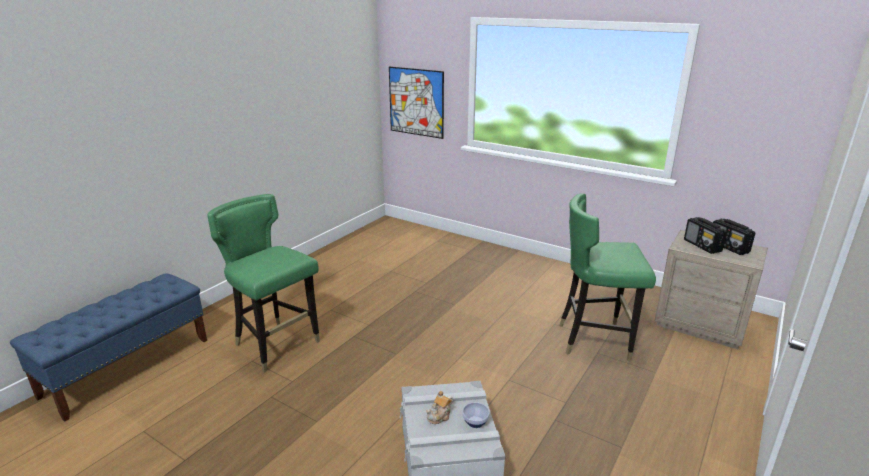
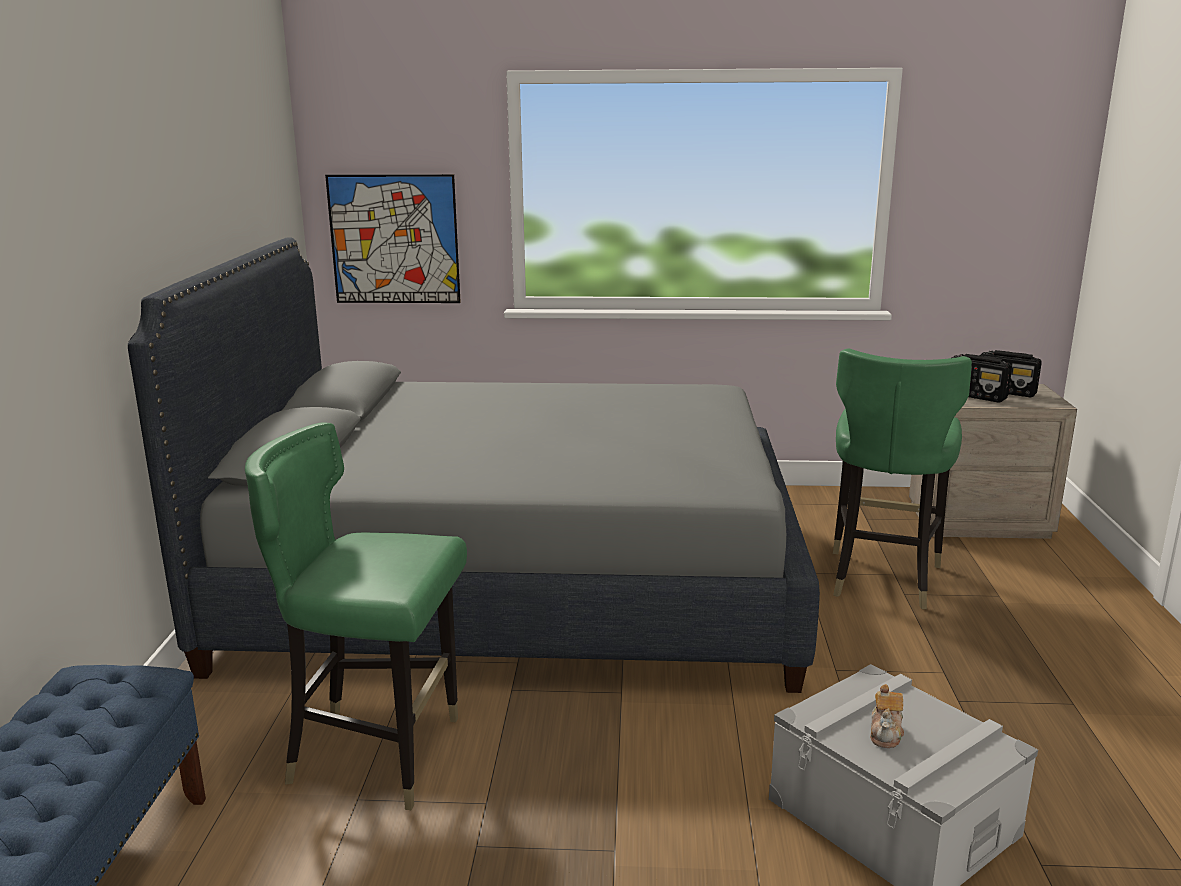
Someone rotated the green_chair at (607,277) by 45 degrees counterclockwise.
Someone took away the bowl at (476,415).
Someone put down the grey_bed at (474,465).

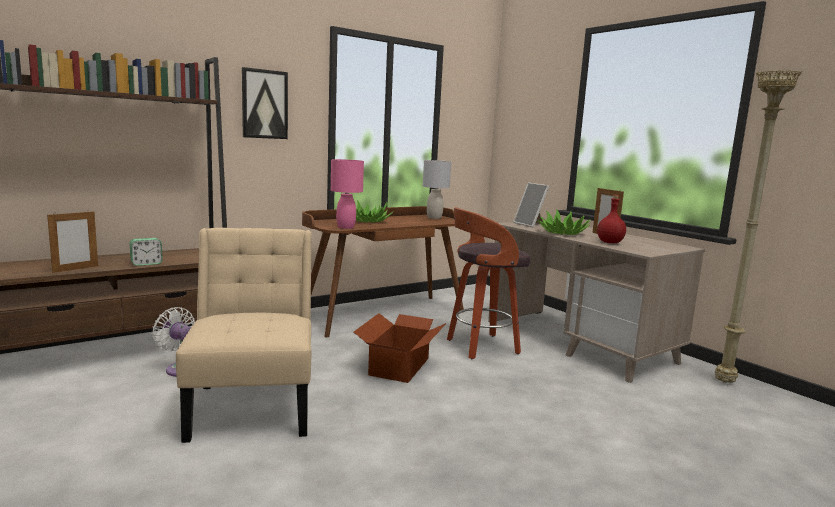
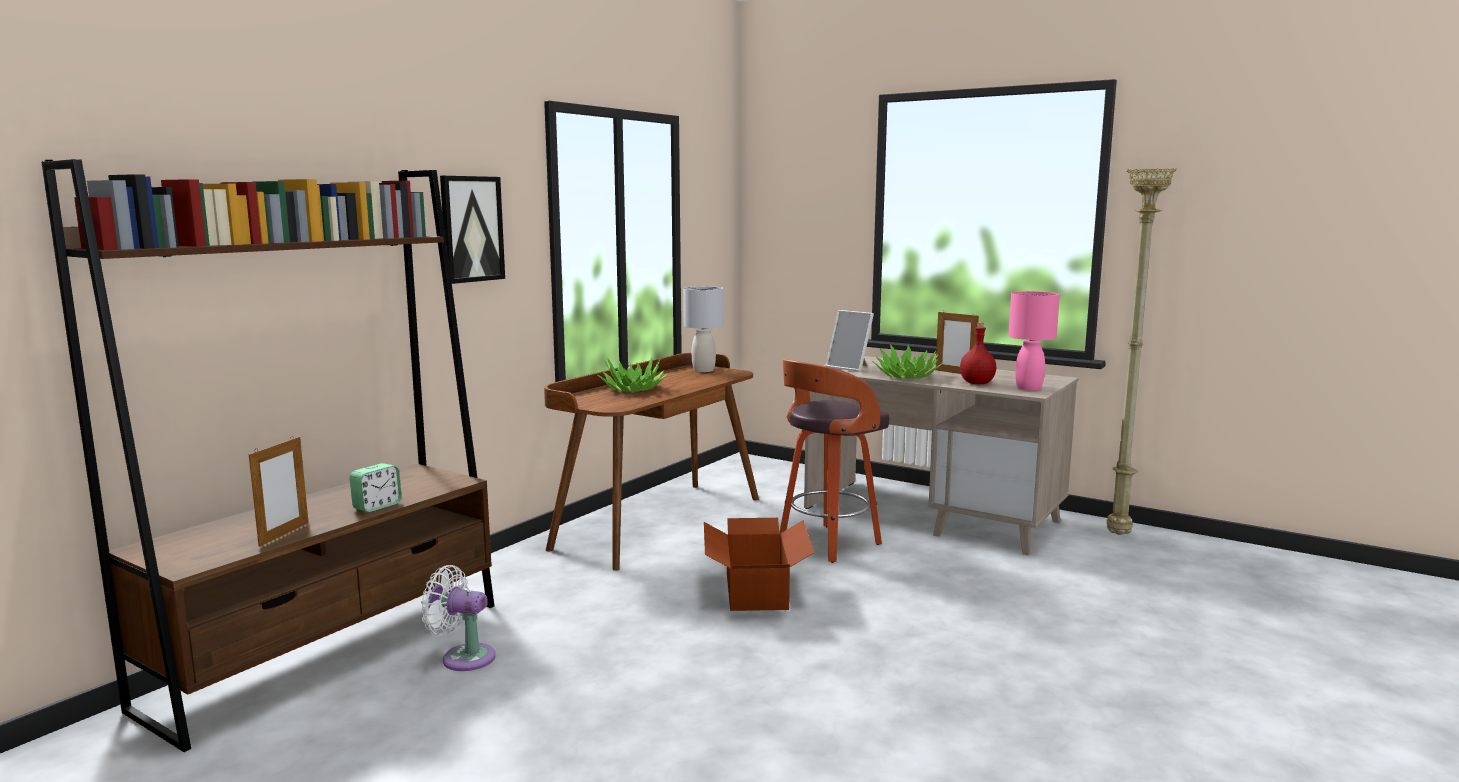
Someone carried the pink_table_lamp from (347,194) to (1034,341).
Someone took away the beige_chair at (243,335).

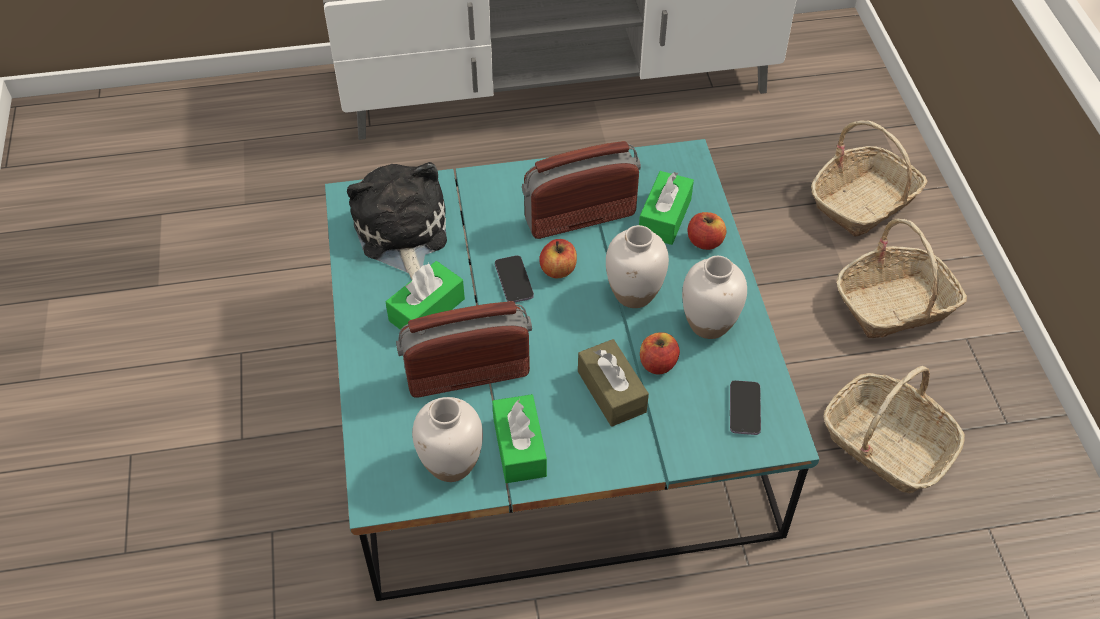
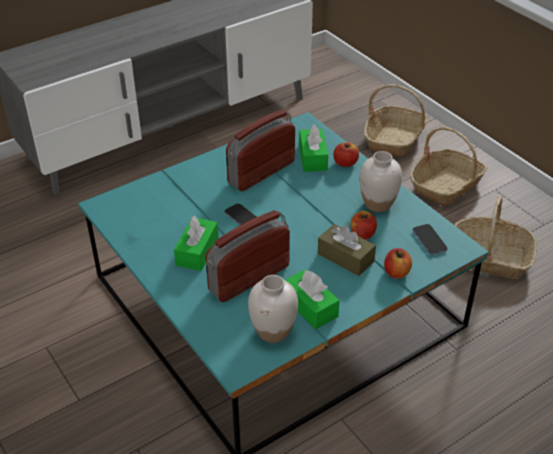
Someone took away the plush_toy at (397,221).
Someone took away the white_vase at (637,266).
Someone carried the apple from (558,258) to (398,263).

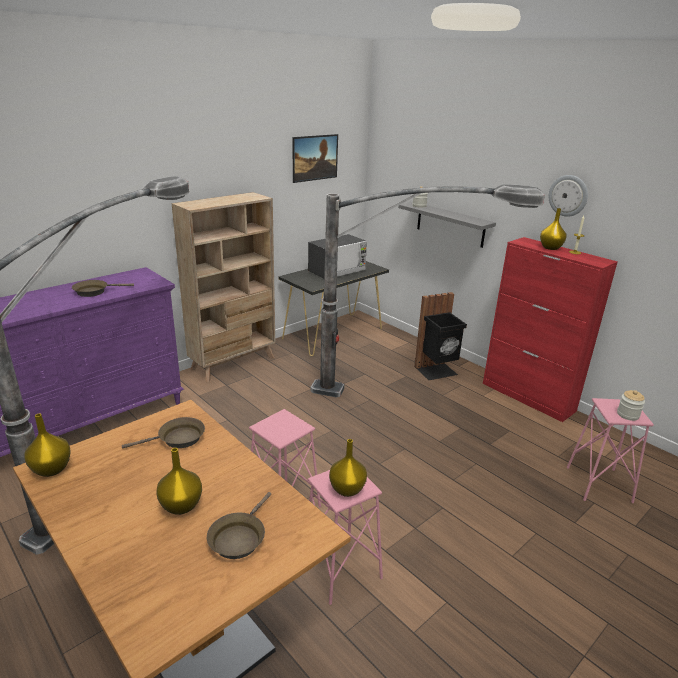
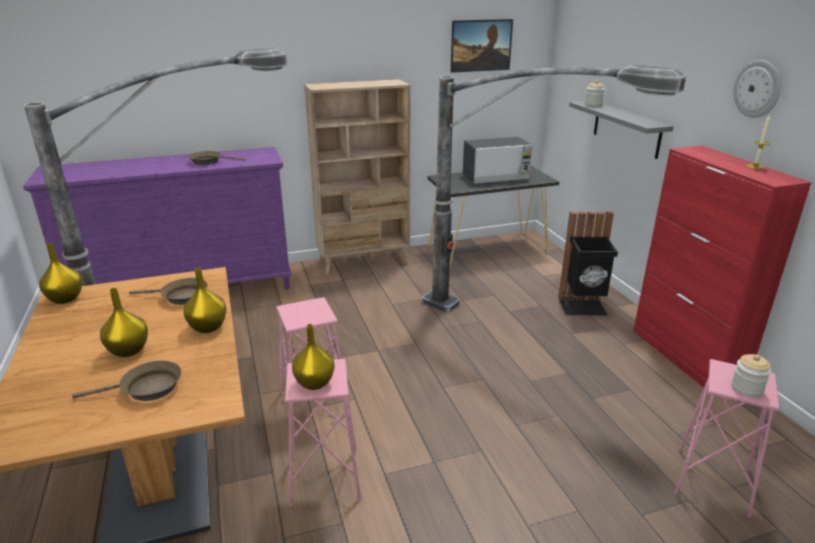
Someone carried the yellow_vase from (553,229) to (205,300).
Someone rotated the brown_frying_pan at (239,525) by 150 degrees counterclockwise.

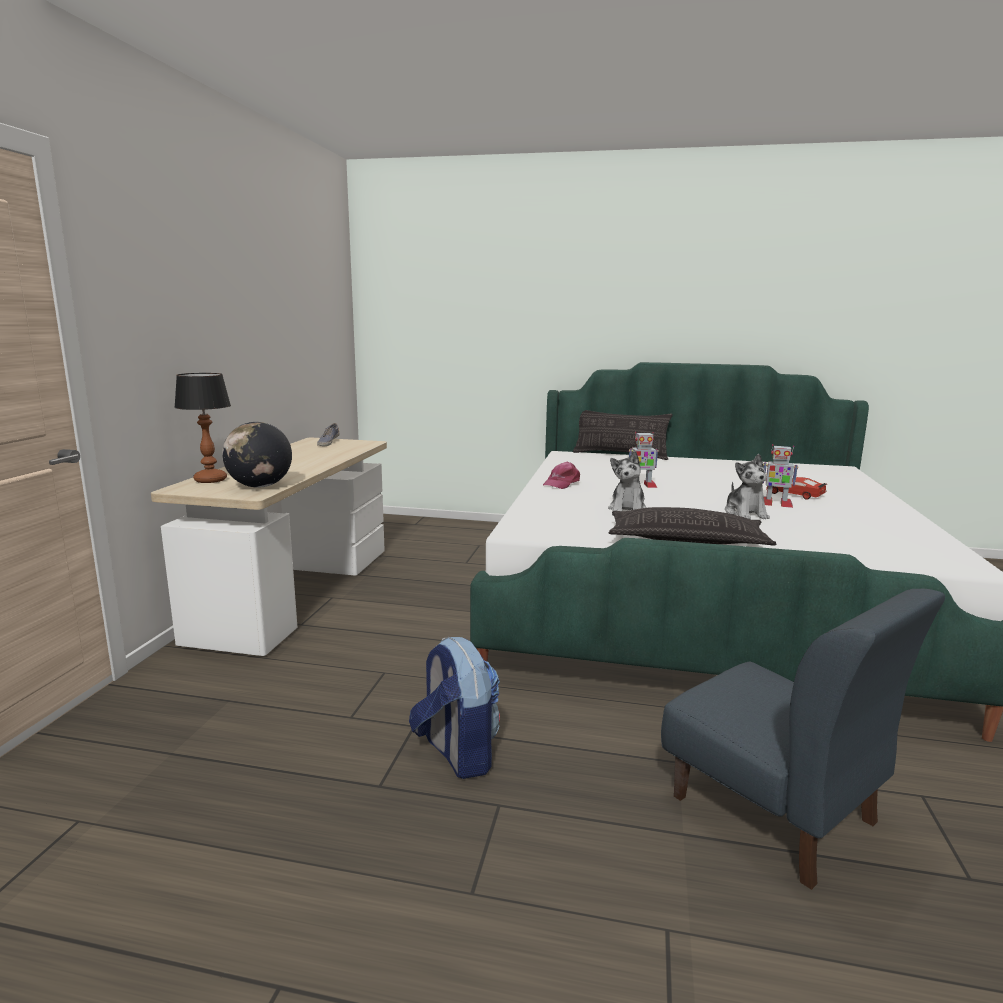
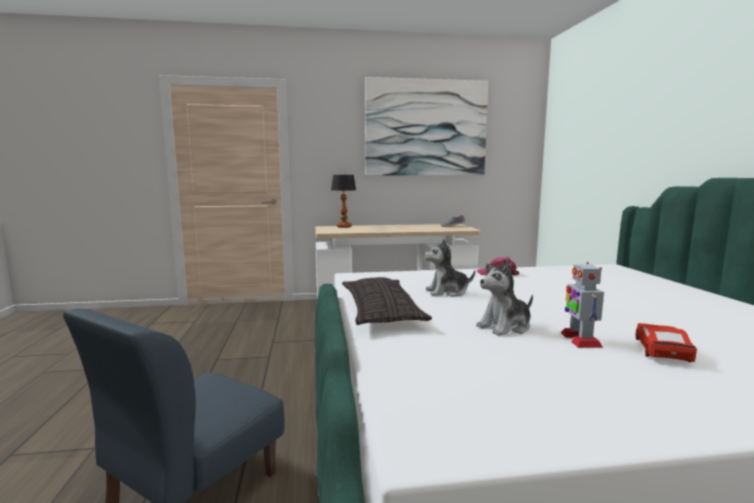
Someone took away the pillow at (623,435).
Someone took away the globe at (257,455).
Someone took away the toy_robot at (644,460).
Someone took away the backpack at (454,708).
Someone put up the picture at (426,126).

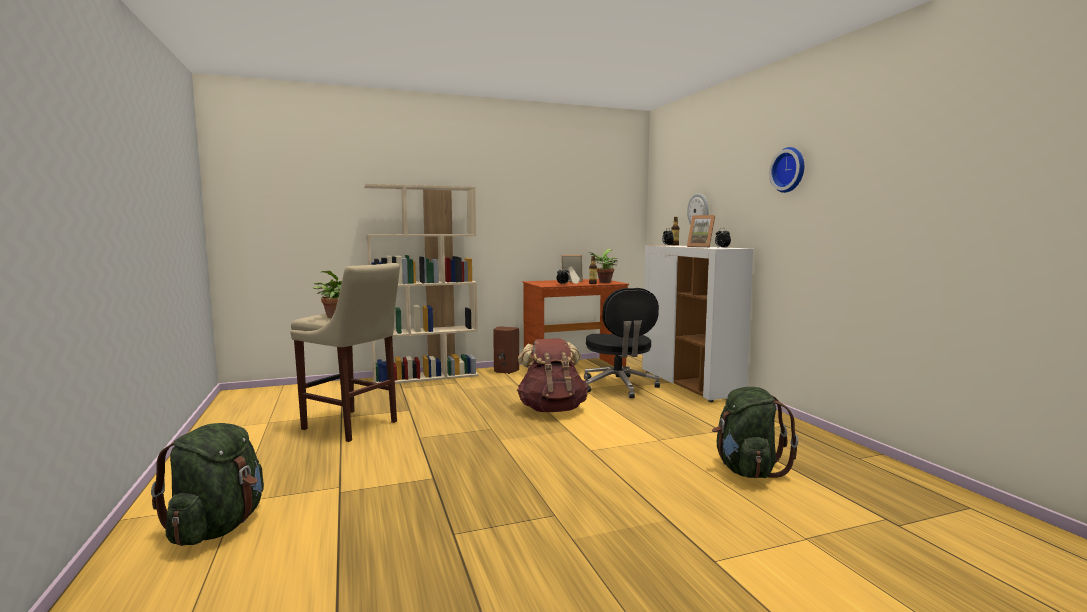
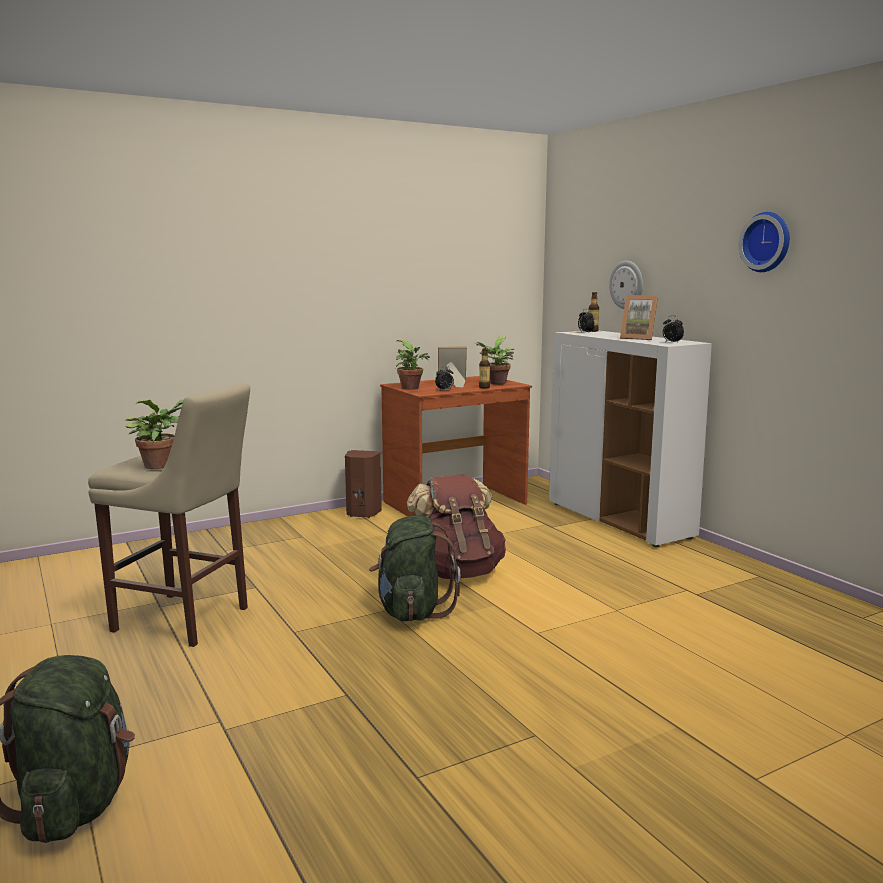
Someone took away the beige_bookcase at (421,284).
Someone took away the black_office_chair at (622,343).
Someone carried the green_backpack from (755,432) to (415,568).
Someone put down the potted_plant at (412,365).

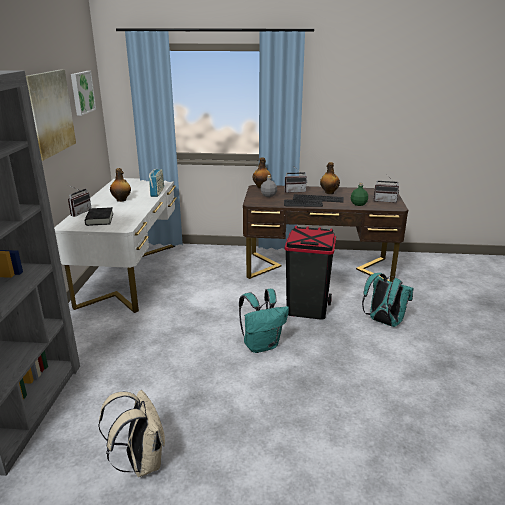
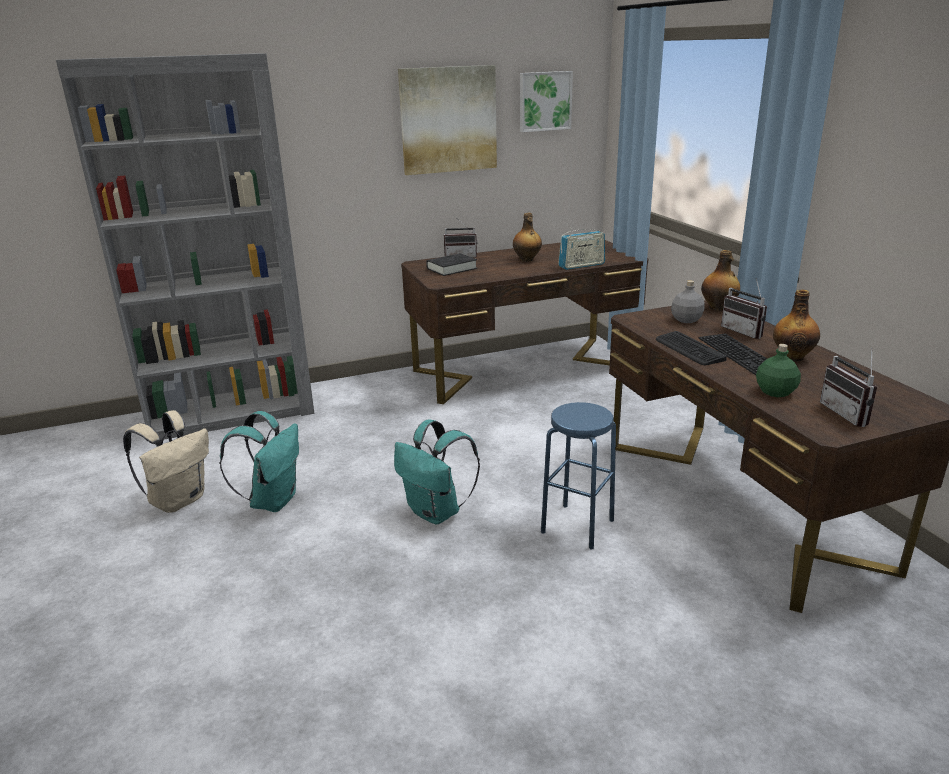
Someone repainted the white_desk at (115,245), which became the brown_desk at (524,322).
Someone swapped the black_trash_can at (310,273) for the blue_stool at (578,476).
Someone carried the turquoise_backpack from (388,300) to (259,461).

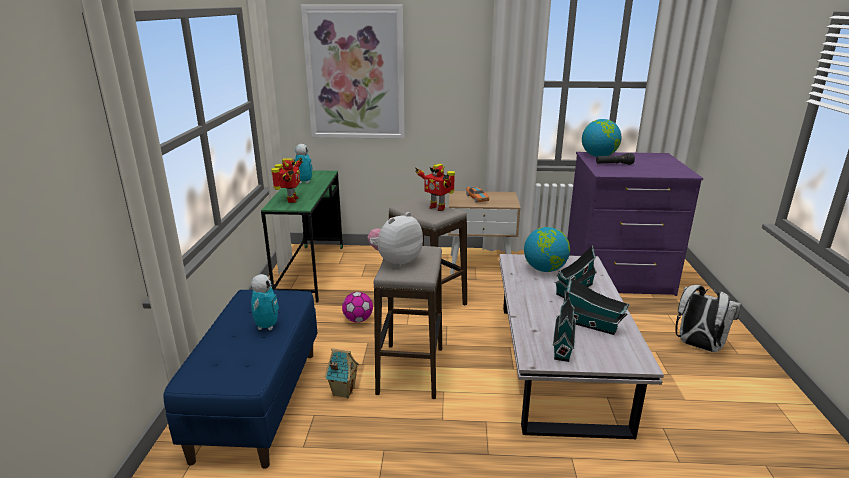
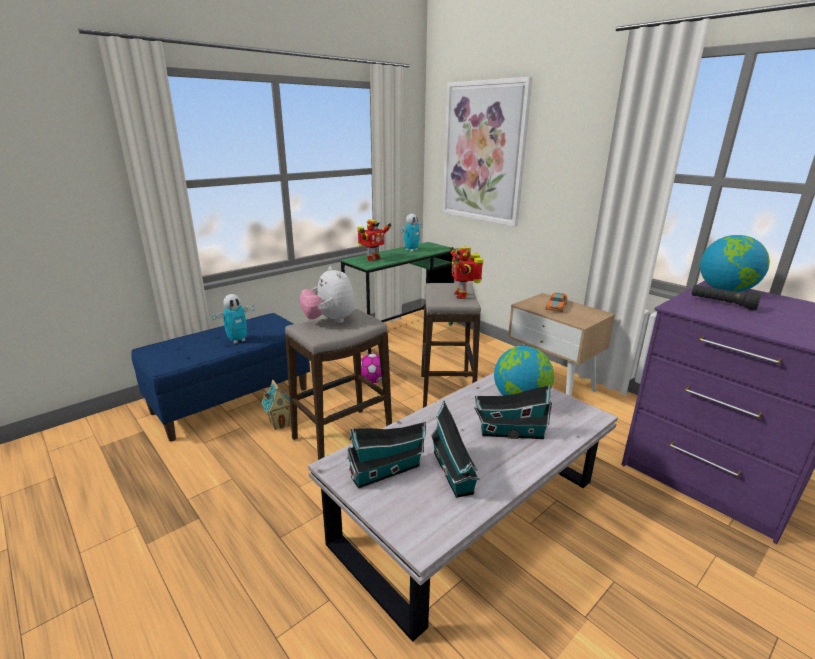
Someone rotated the plush_toy at (395,240) by 120 degrees counterclockwise.
Someone took away the white_backpack at (708,318).

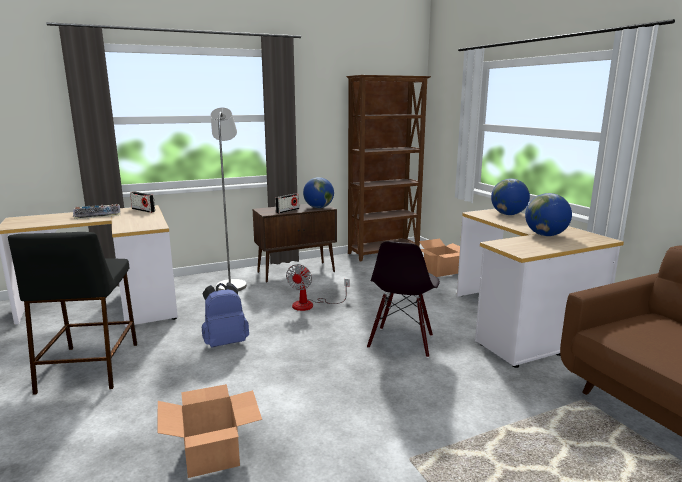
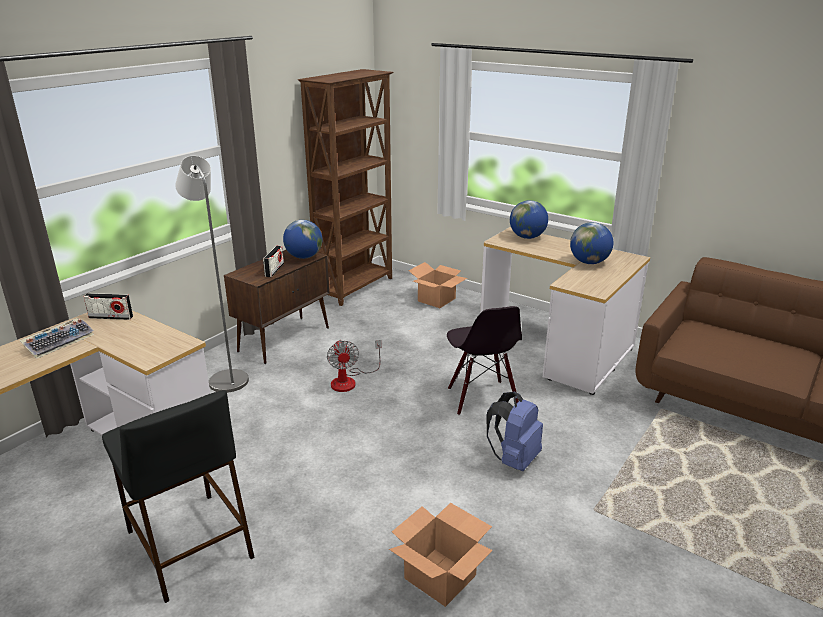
Someone carried the blue_backpack from (225,315) to (514,431).

